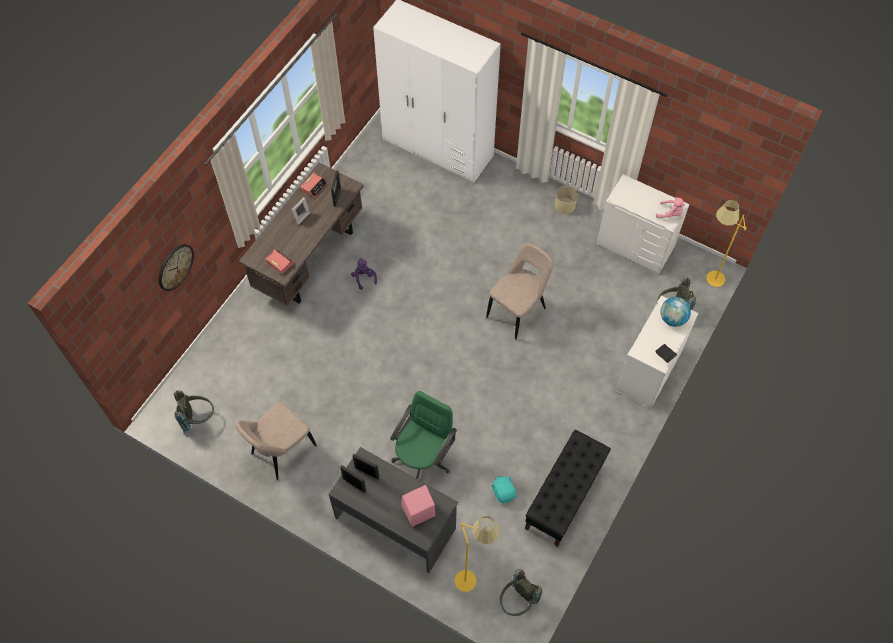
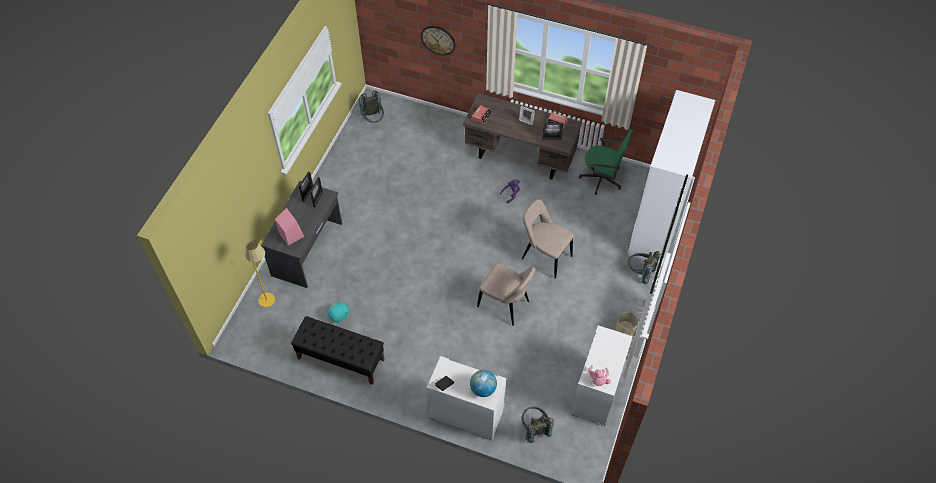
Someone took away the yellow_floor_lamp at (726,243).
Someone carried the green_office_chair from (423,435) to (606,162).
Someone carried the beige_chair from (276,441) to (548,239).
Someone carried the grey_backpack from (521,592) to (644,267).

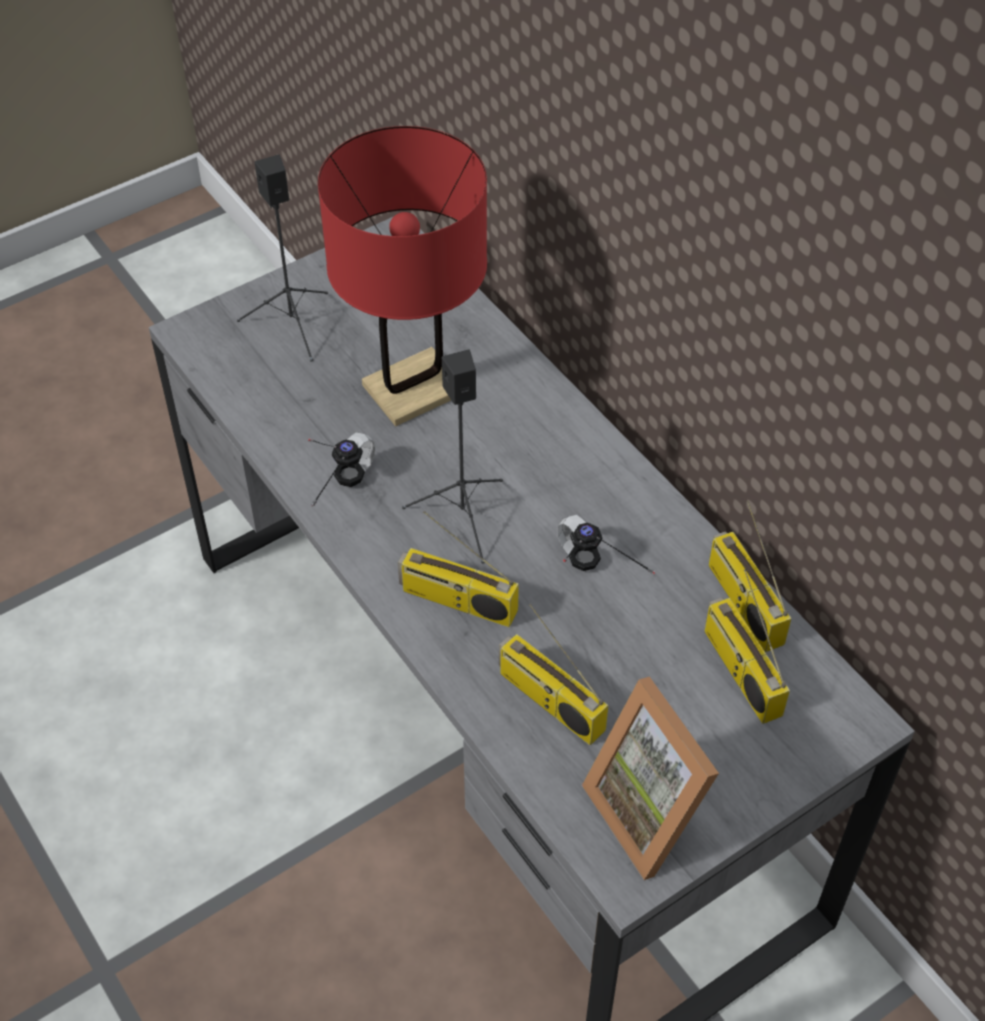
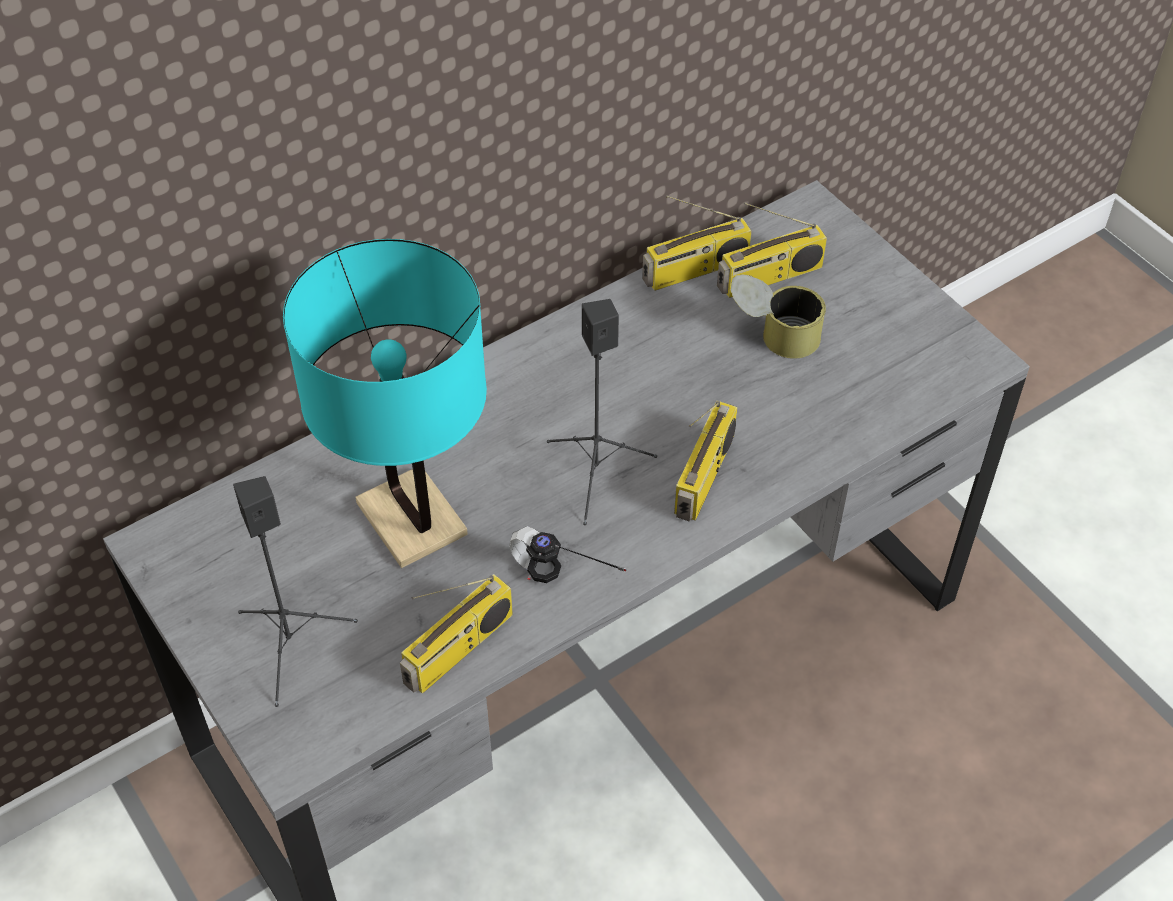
Someone repainted the red_table_lamp at (402,276), which became the turquoise_table_lamp at (385,403).
Someone took away the headphones at (606,544).
Someone carried the radio from (553,674) to (456,634).
Someone took away the picture_frame at (650,778).
Someone put down the can at (778,316).

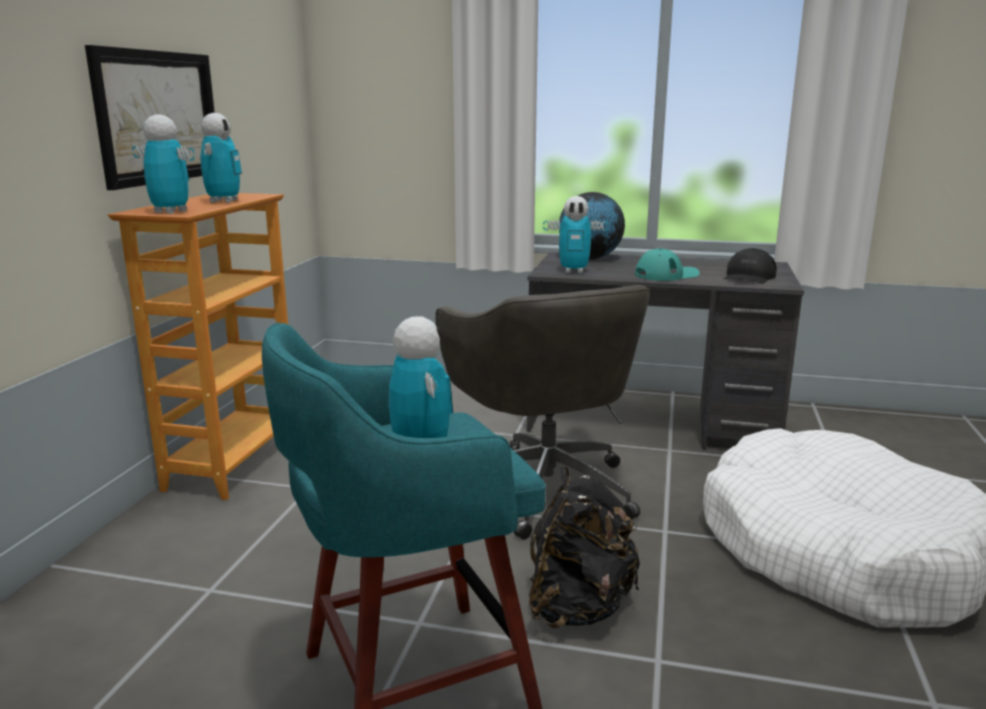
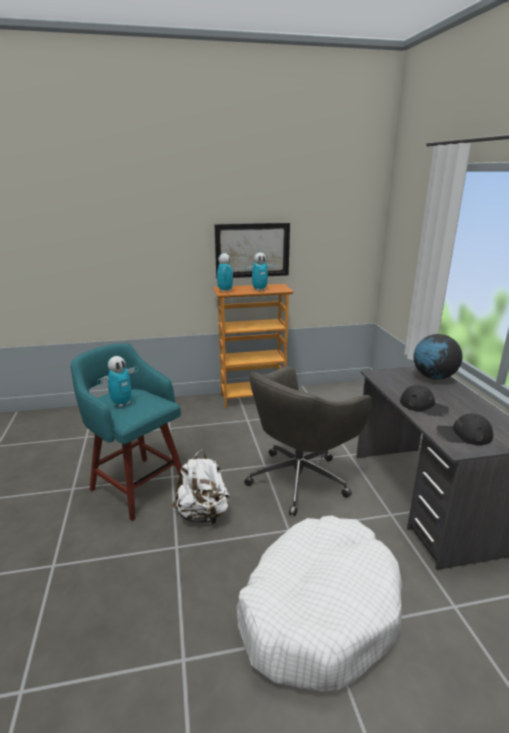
Someone took away the toy_robot at (576,234).
Someone repainted the turquoise_cap at (667,265), which became the black_cap at (424,400).
Someone repainted the black_backpack at (584,547), which became the white_backpack at (201,488).

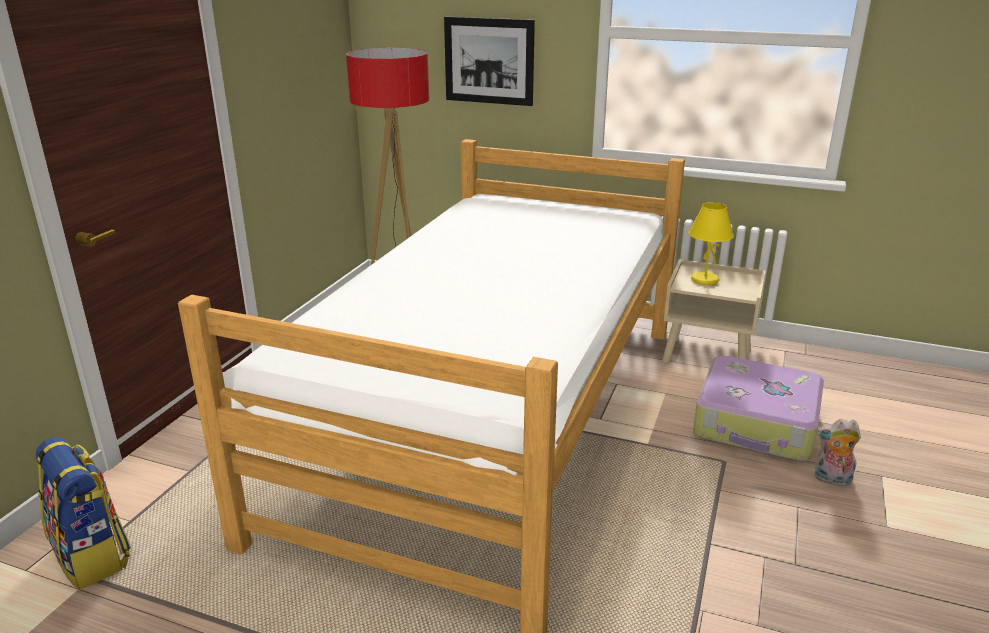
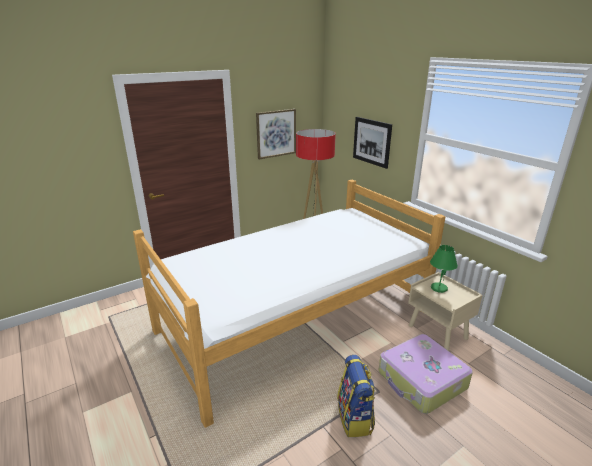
Someone repainted the yellow_table_lamp at (711,243), which became the green_table_lamp at (444,269).
Someone took away the plush_toy at (838,452).
Someone carried the backpack from (83,513) to (356,396).
Someone put up the picture at (276,134).

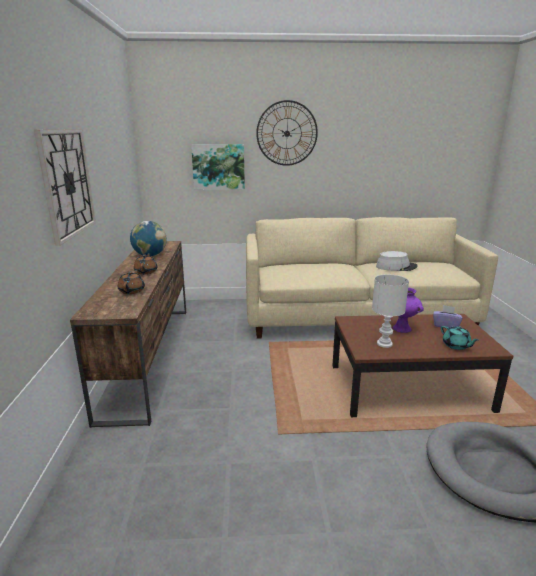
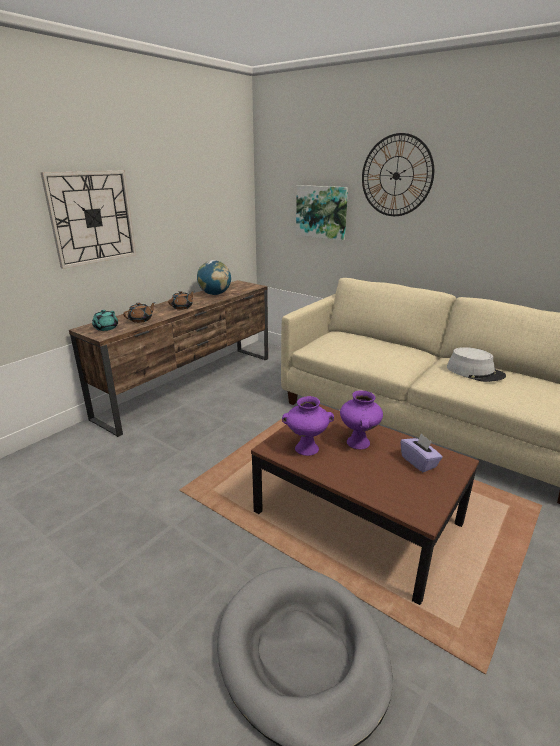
Someone swapped the white_table_lamp at (390,311) for the purple_vase at (308,426).
Someone carried the turquoise_teapot from (459,338) to (105,320).

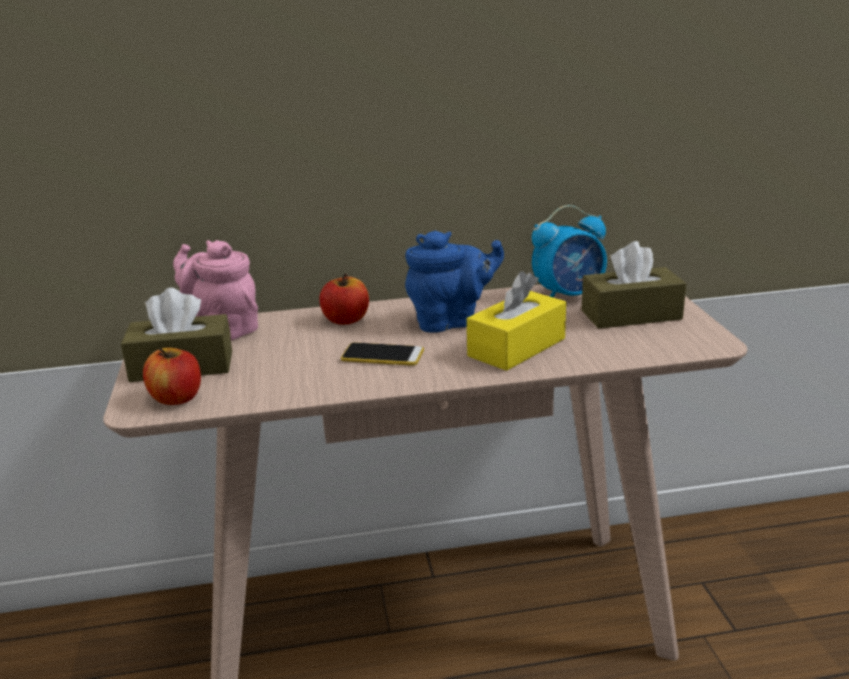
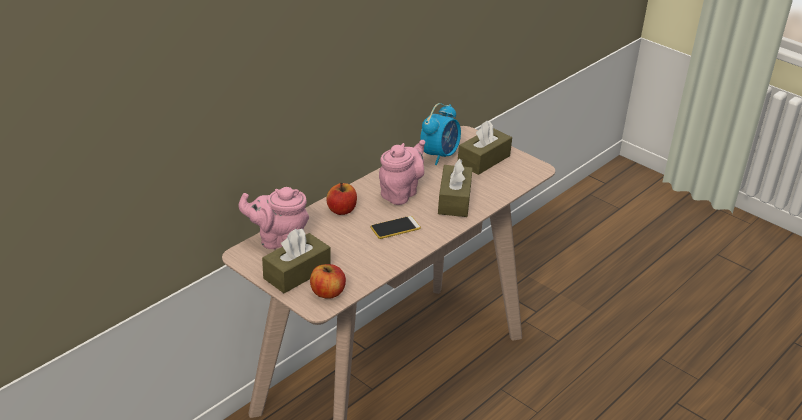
Someone repainted the blue_teapot at (454,281), which became the pink_teapot at (402,172).
Someone repainted the yellow_tissue_box at (516,321), which became the brown_tissue_box at (455,188).

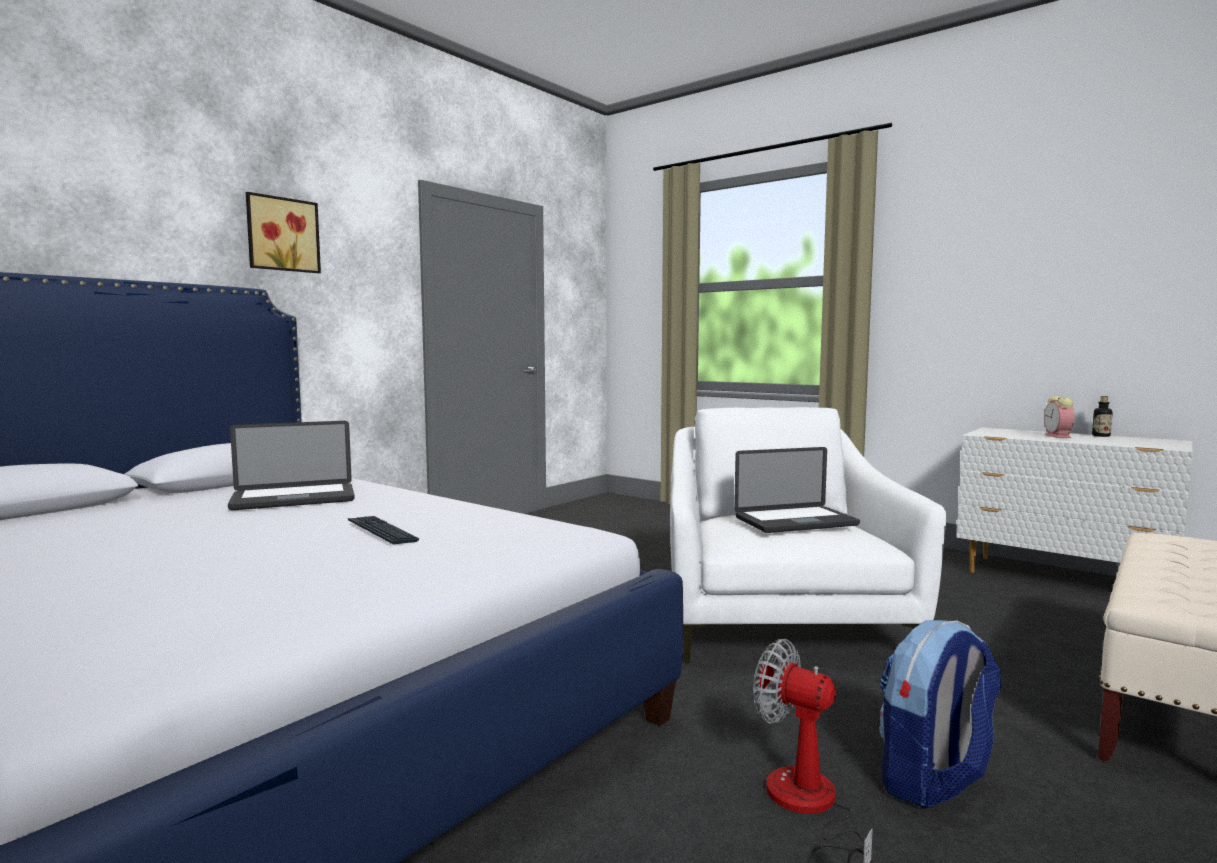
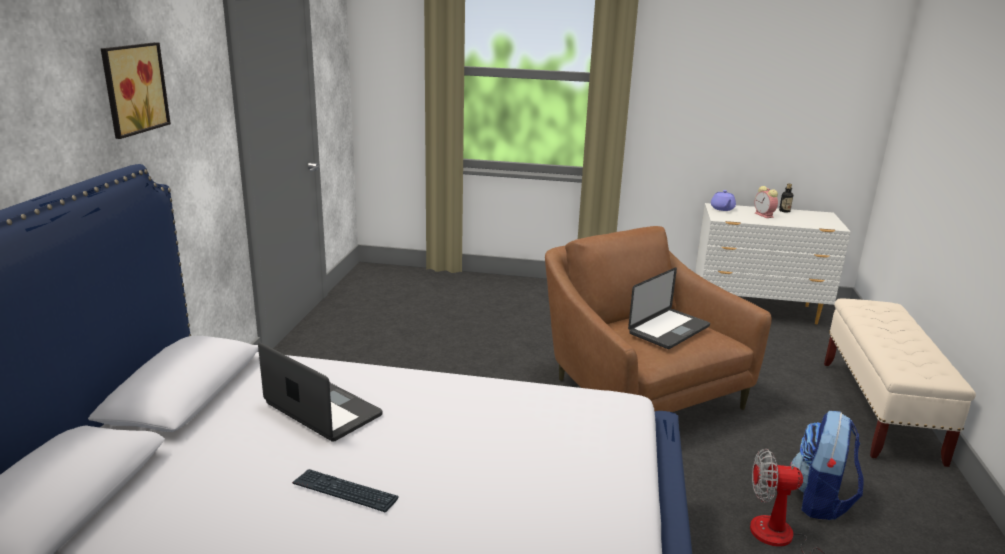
Someone repainted the white_armchair at (808,535), which became the brown_armchair at (658,319).
Someone rotated the laptop at (291,465) by 90 degrees counterclockwise.
Someone carried the keyboard from (384,530) to (345,490).
Someone put down the purple_teapot at (723,200).

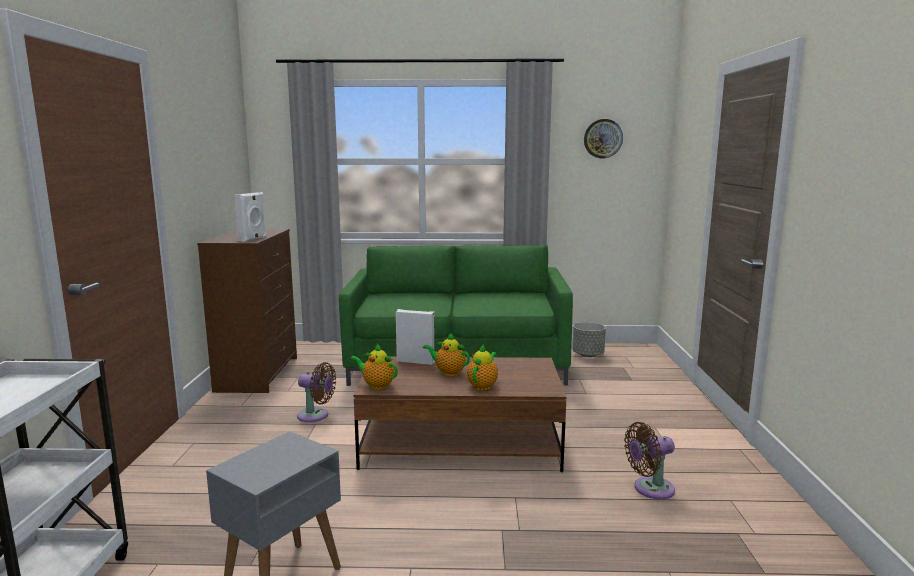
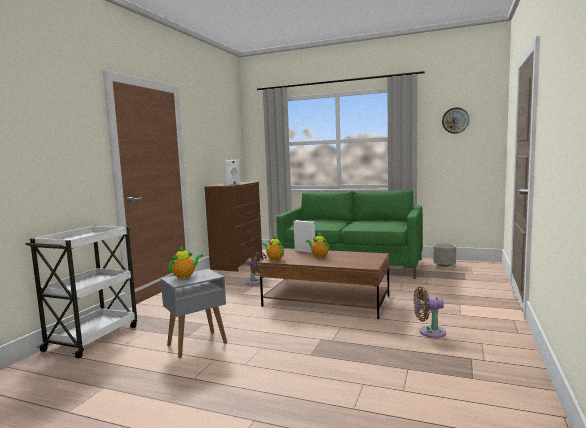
Someone carried the teapot from (482,367) to (185,263).

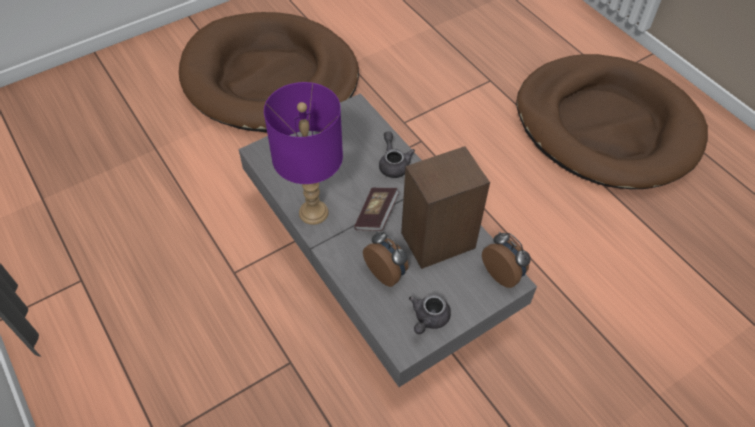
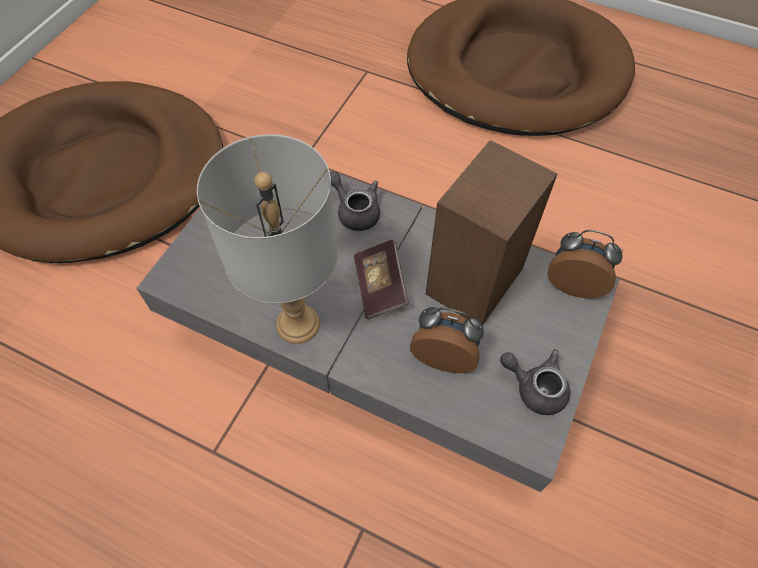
Someone repainted the purple_table_lamp at (303,153), which became the grey_table_lamp at (267,239).
Someone rotated the grey_teapot at (430,314) by 120 degrees clockwise.

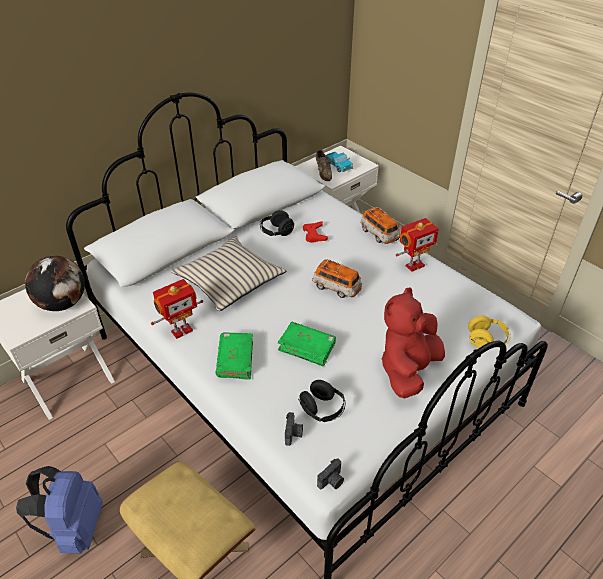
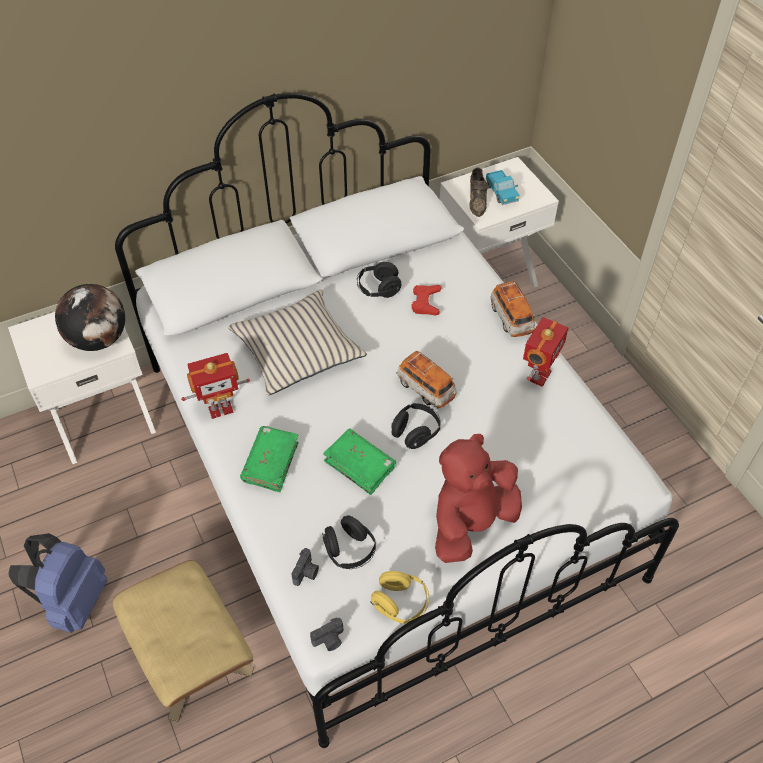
Someone rotated the toy_robot at (417,245) by 45 degrees counterclockwise.
Someone carried the yellow_headphones from (489,331) to (400,597).
Someone put down the black_headphones at (416,426).

